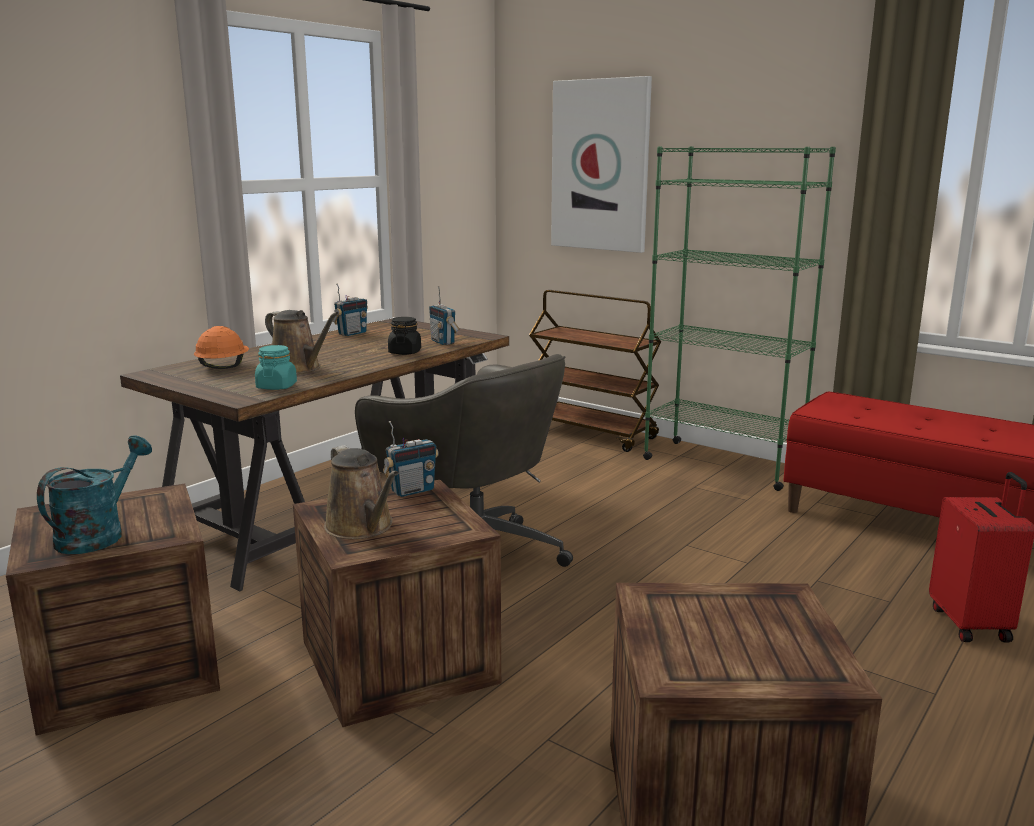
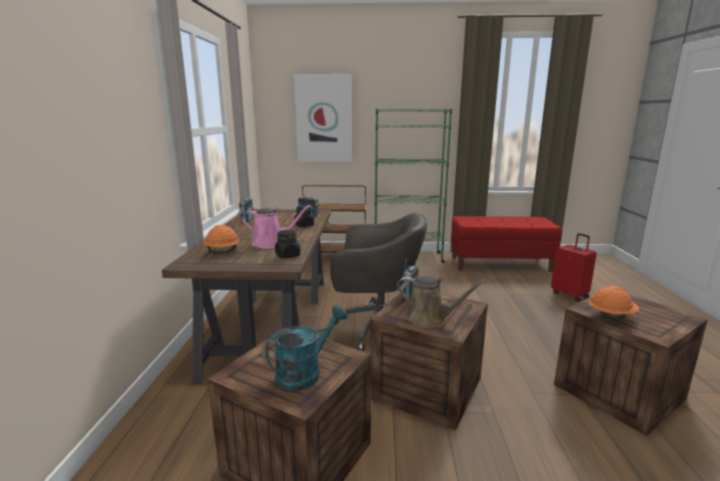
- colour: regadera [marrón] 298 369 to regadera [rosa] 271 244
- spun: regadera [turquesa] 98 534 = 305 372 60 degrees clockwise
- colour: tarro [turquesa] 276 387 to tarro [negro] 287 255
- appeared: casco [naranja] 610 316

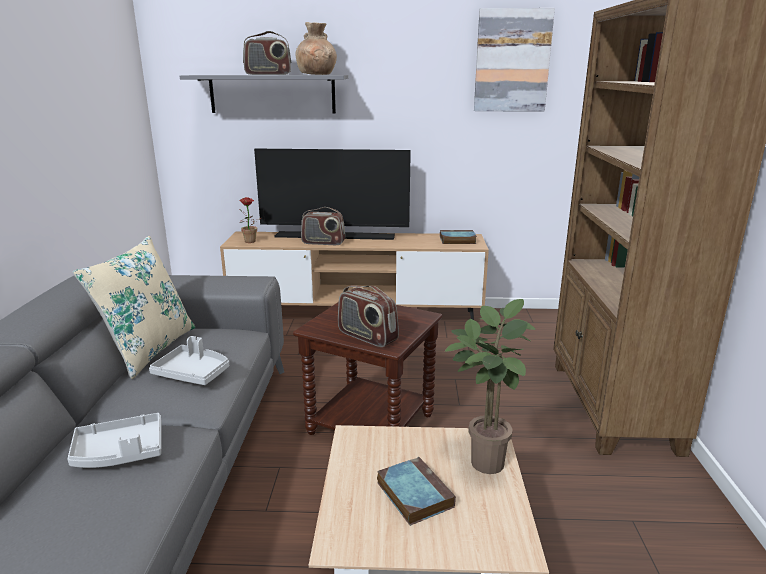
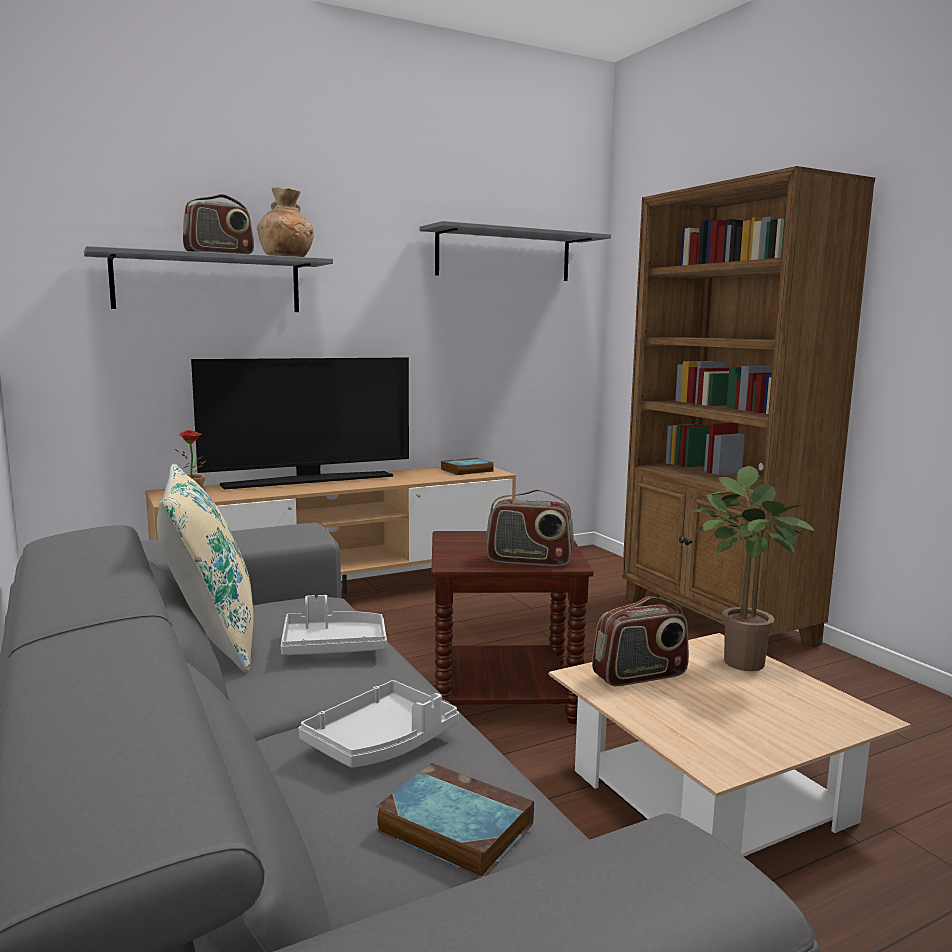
- relocated: libro 413 494 to 451 827
- exchanged: cuadro 512 61 to estante [gris] 504 255
- relocated: radio 323 243 to 640 675

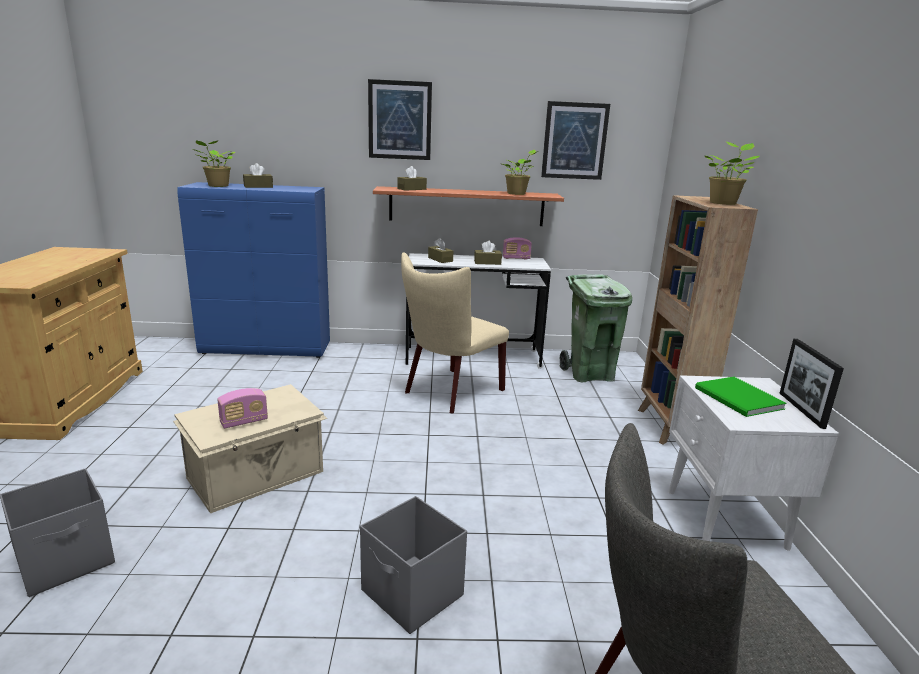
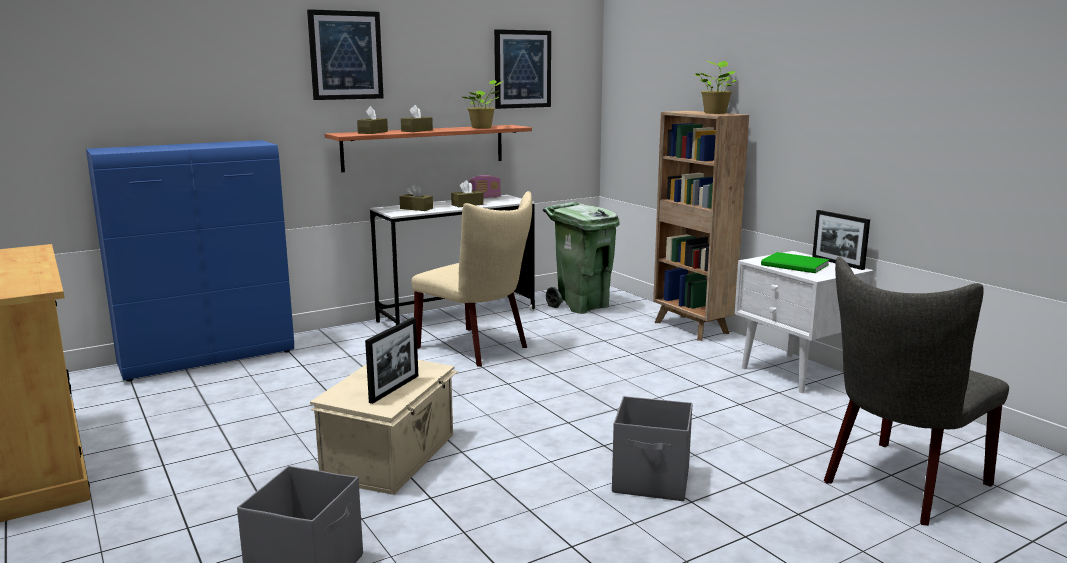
- exchanged: radio 244 422 to portarretratos 394 389
- relocated: caja de pañuelos [marrón] 258 187 to 417 130
- spun: silla [beis] 449 392 = 478 348 60 degrees counterclockwise
- missing: planta en maceta 217 186

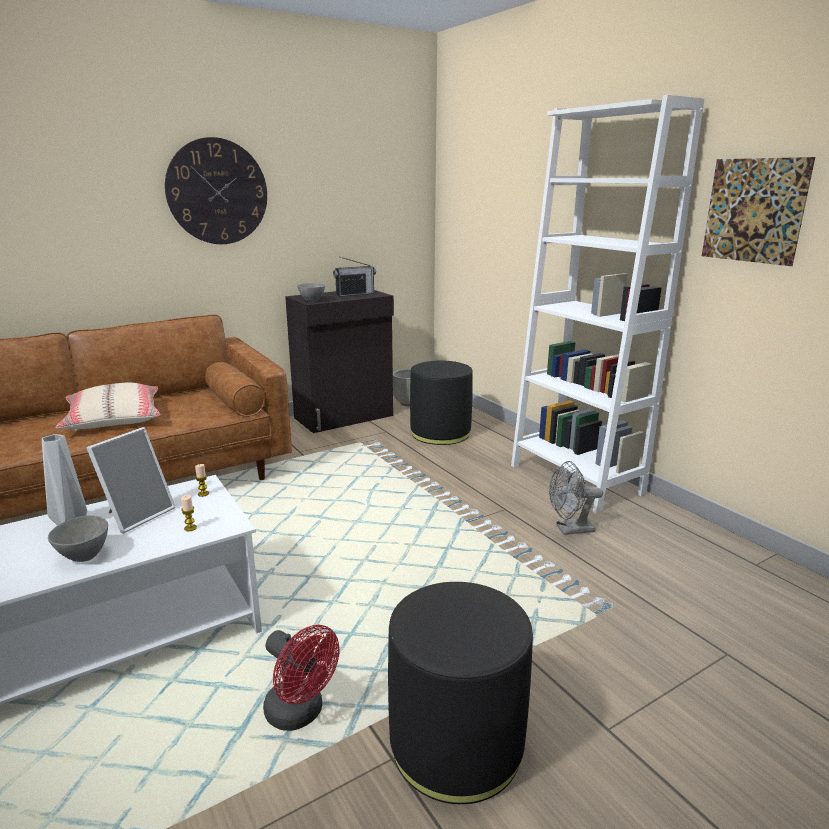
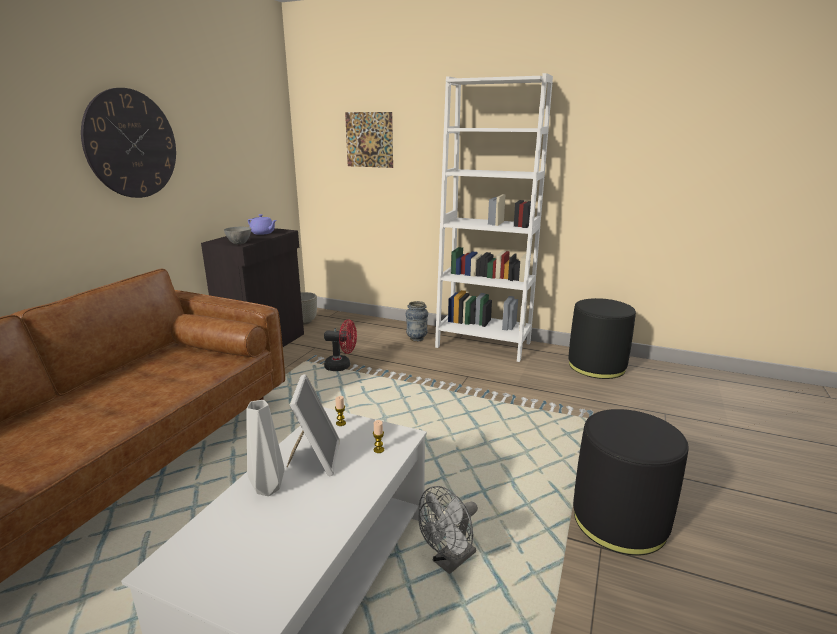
- exchanged: radio 355 294 to tetera [morado] 263 233
- relocated: ventilador [rojo] 300 714 to 342 366
- relocated: cuadro 754 210 to 369 140
- appeared: florero 416 339
- relocated: ventilador [gris] 569 530 to 449 562
- relocated: puf [negro] 440 433 to 596 366
- missing: cuenco [gris] 83 556
- missing: cojín [beis] 113 419

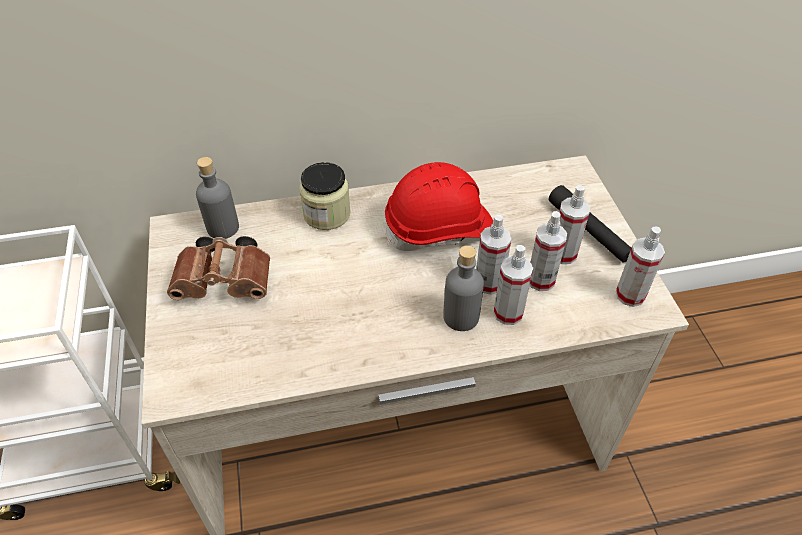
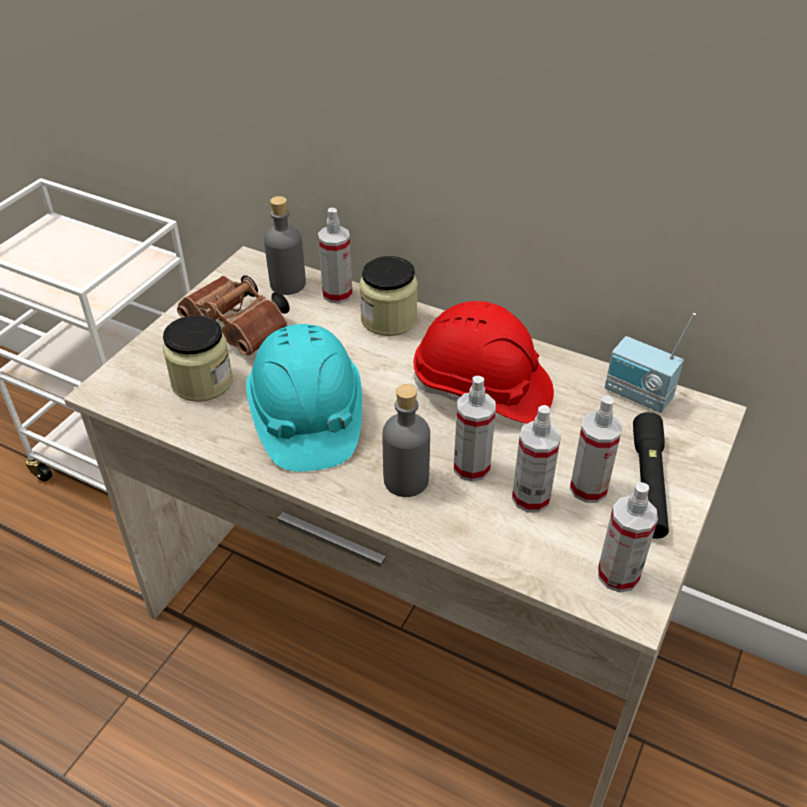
- appeared: tarro 202 382
- appeared: casco [turquesa] 306 419
- relocated: pulverizador 508 313 to 337 294
- appeared: radio 637 396

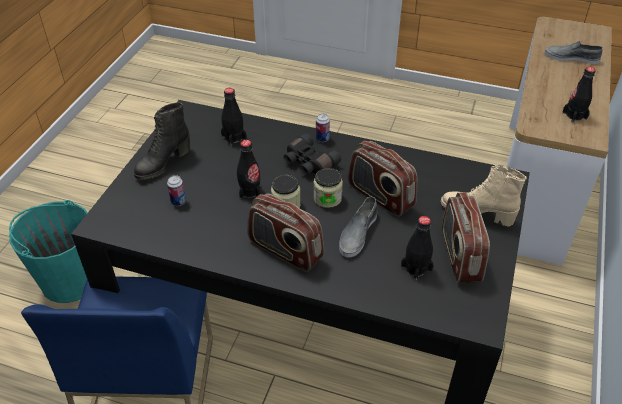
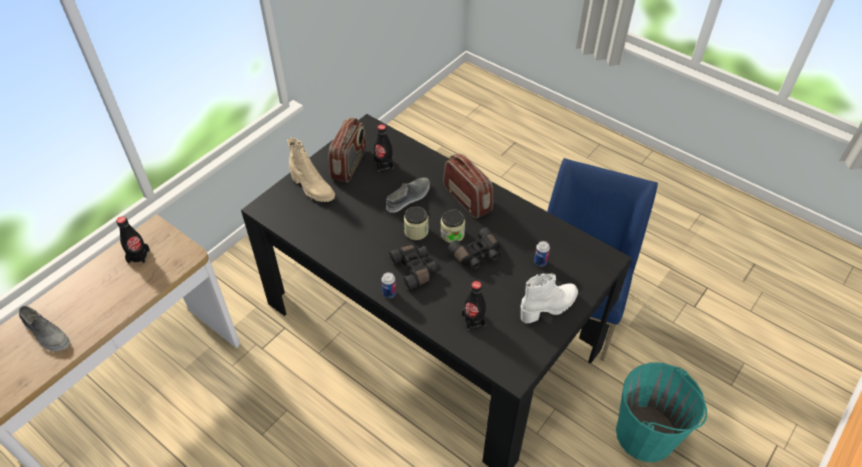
- exchanged: botella [negro] 250 191 to prismáticos [negro] 477 255
- colour: bota [negro] 163 163 to bota [blanco] 549 307
- missing: radio 380 196

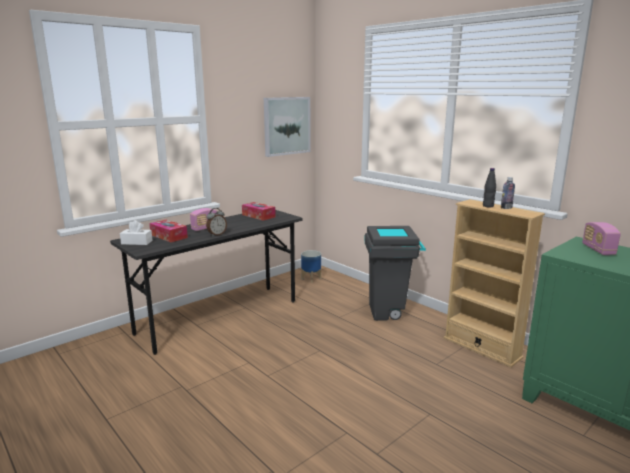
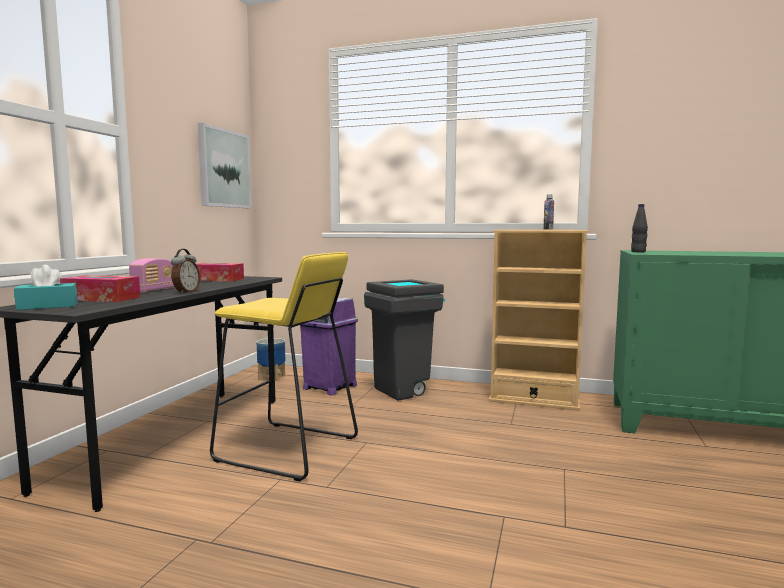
- colour: caja de pañuelos [blanco] 137 242 to caja de pañuelos [turquesa] 48 306
- appeared: taburete [amarillo] 287 450
- appeared: papelera [morado] 329 387
- relocated: botella [negro] 488 206 to 638 252
- missing: radio 598 250

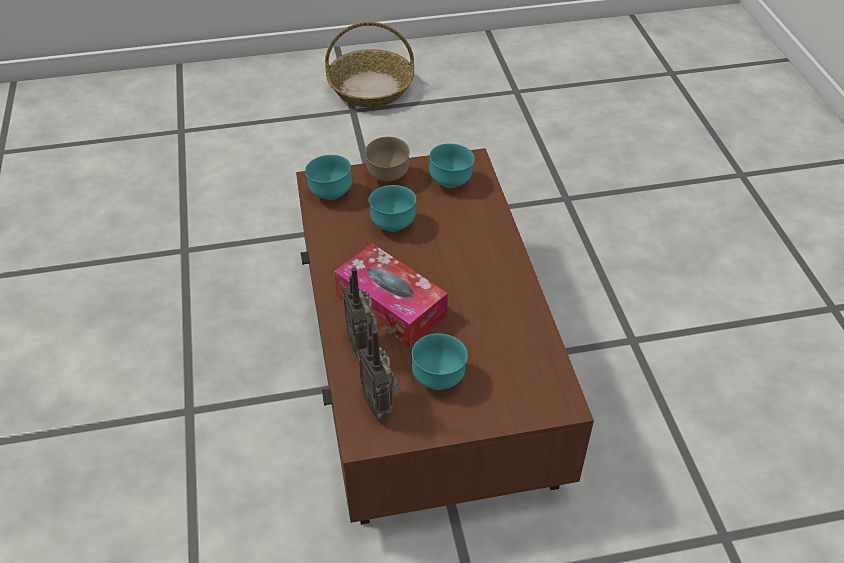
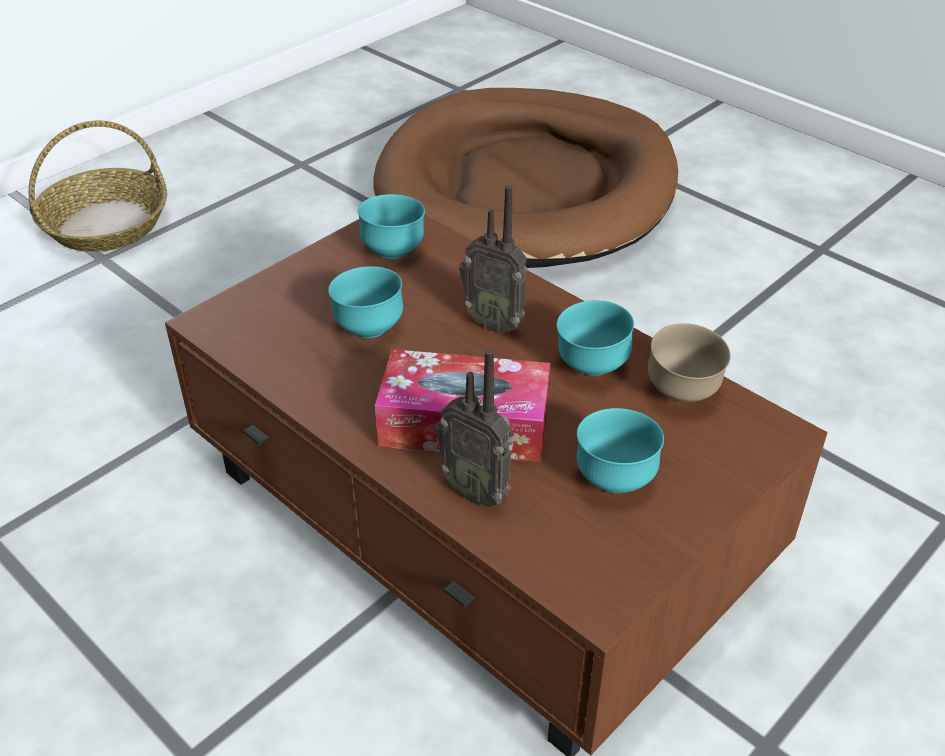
- appeared: cama para perro [marrón] 527 187
- relocated: radio 380 404 to 494 322
- relocated: cuenco [turquesa] 330 194 to 591 367
- relocated: cuenco [marrón] 388 177 to 682 394

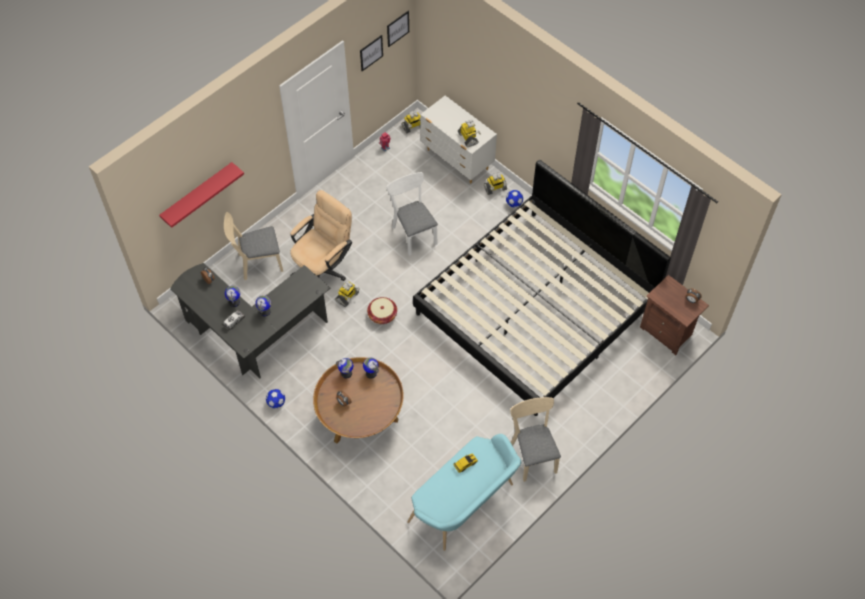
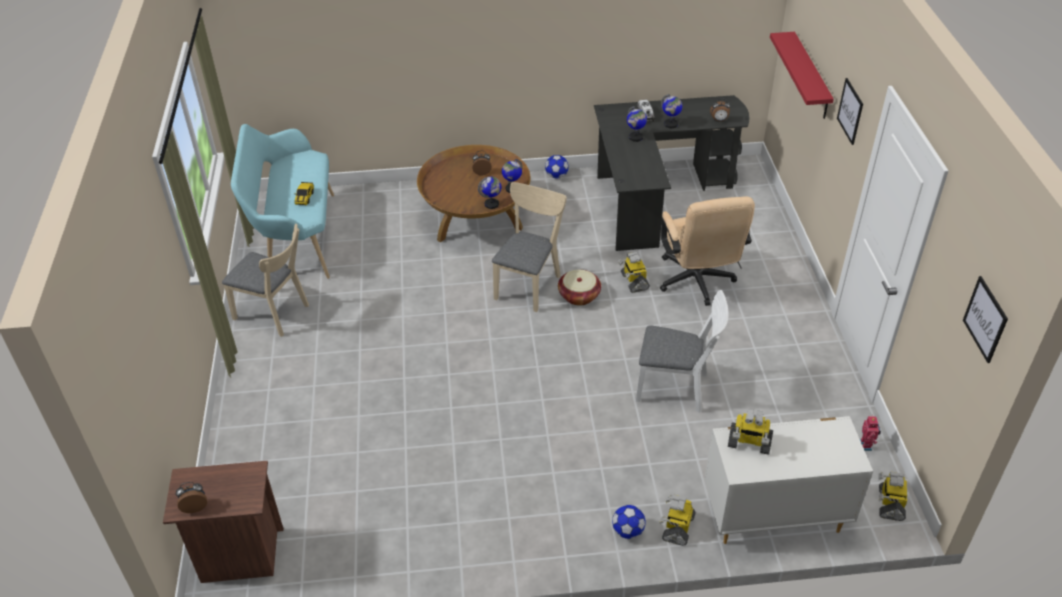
- relocated: silla [beis] 256 263 to 529 283
- relocated: cuadro 371 53 to 850 111
- missing: cama 535 309

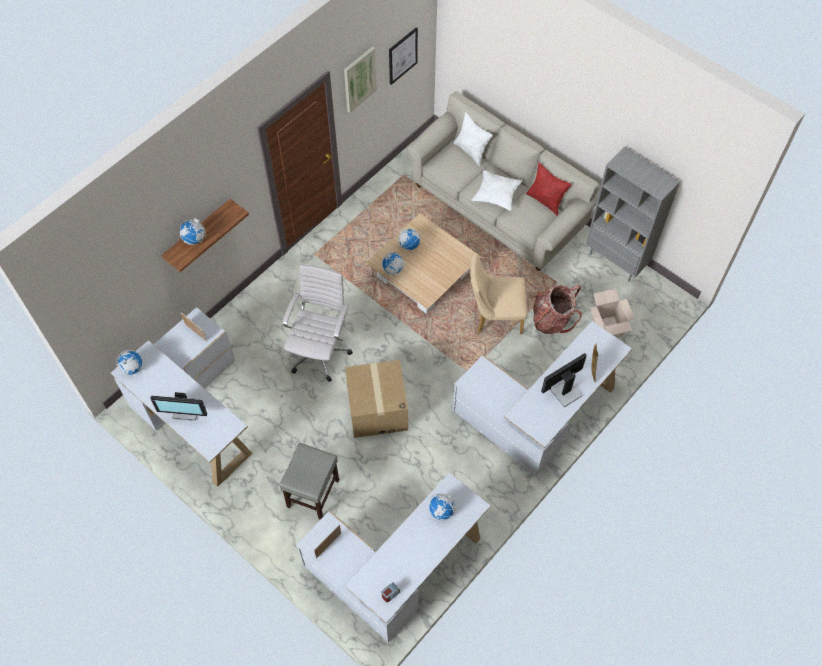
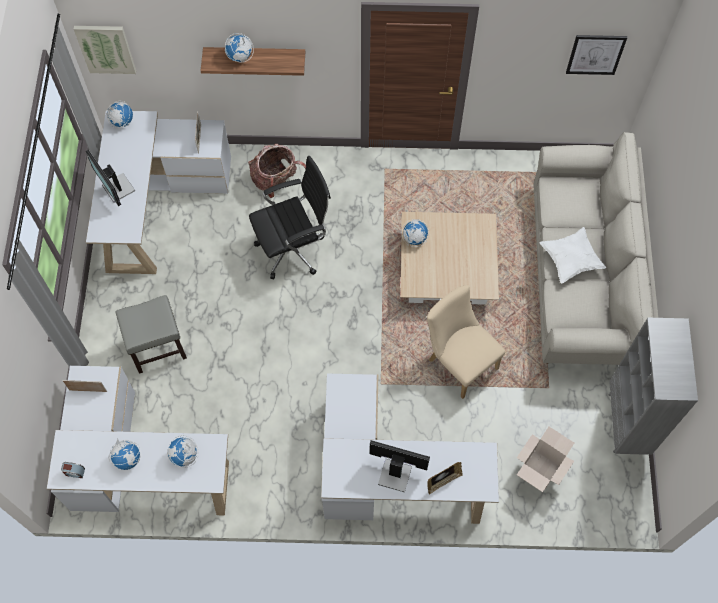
- relocated: cuadro 359 79 to 106 48
- relocated: globo terráqueo 409 245 to 128 458
- relocated: mochila 552 320 to 276 180
- colour: silla de oficina [blanco] 320 351 to silla de oficina [negro] 294 249
- missing: caja de cartón 377 409
- missing: cojín [blanco] 471 151
- missing: cojín [rojo] 545 201

